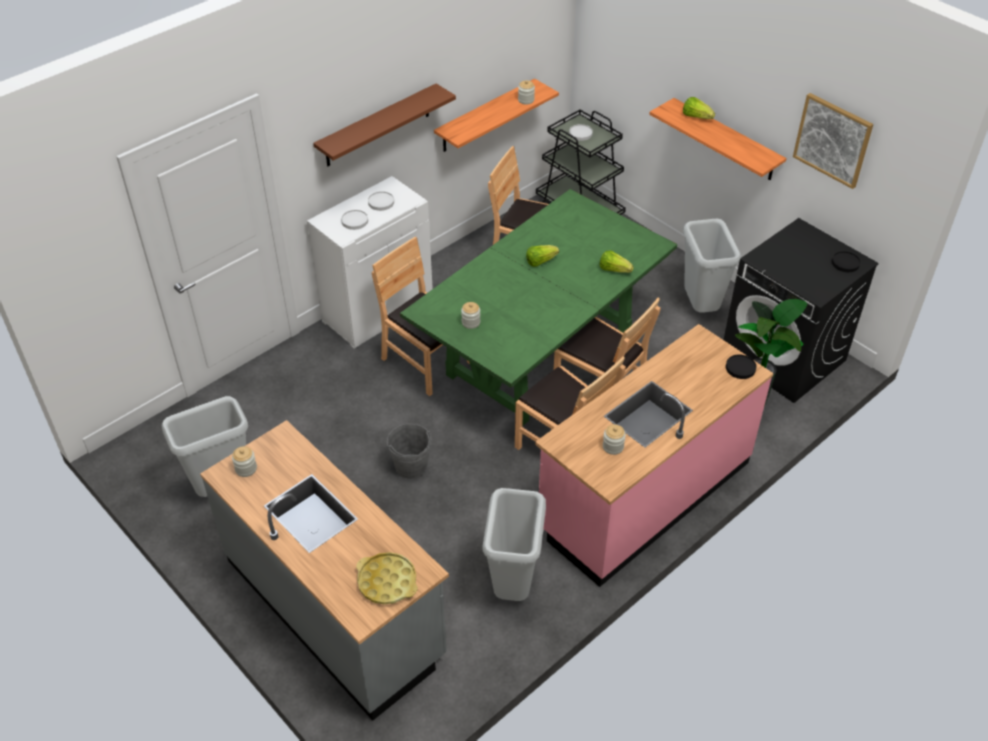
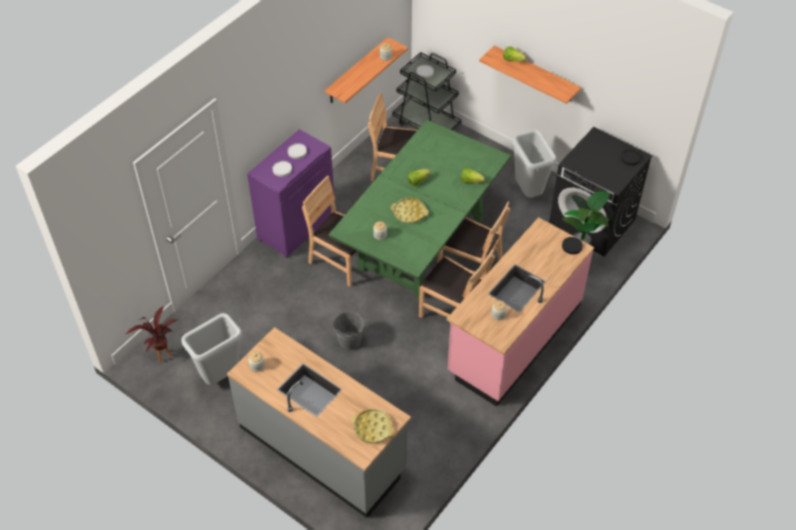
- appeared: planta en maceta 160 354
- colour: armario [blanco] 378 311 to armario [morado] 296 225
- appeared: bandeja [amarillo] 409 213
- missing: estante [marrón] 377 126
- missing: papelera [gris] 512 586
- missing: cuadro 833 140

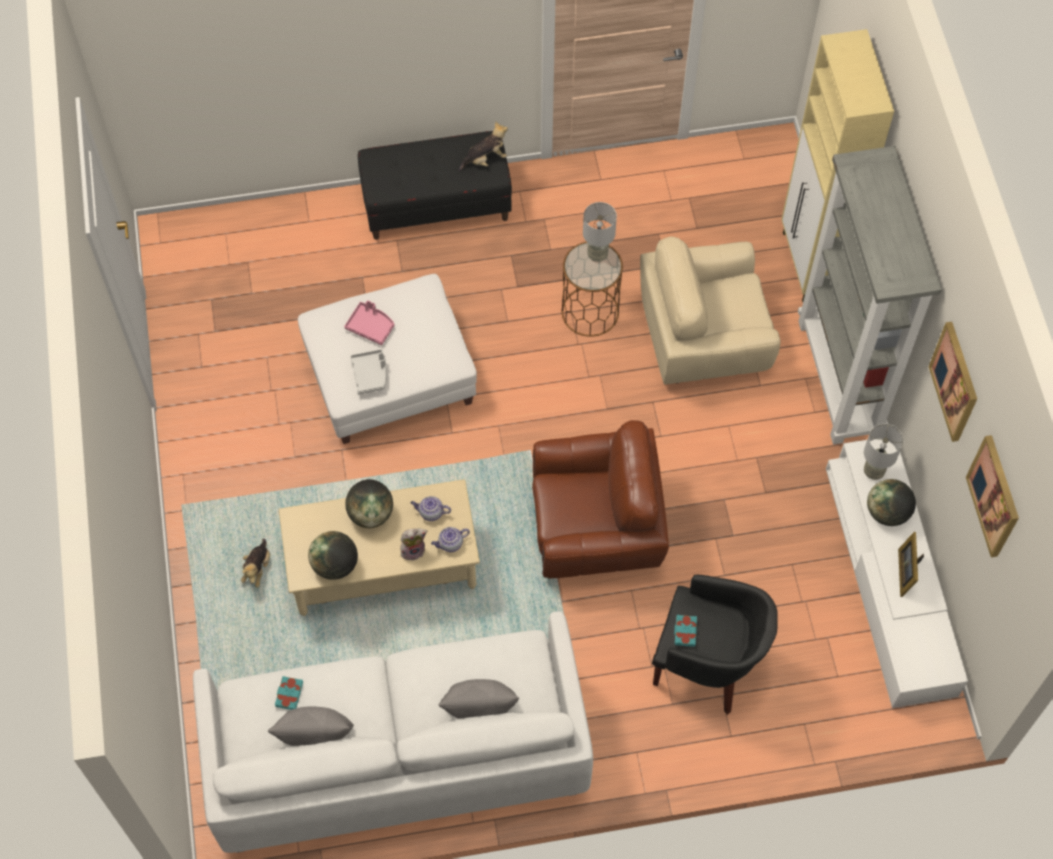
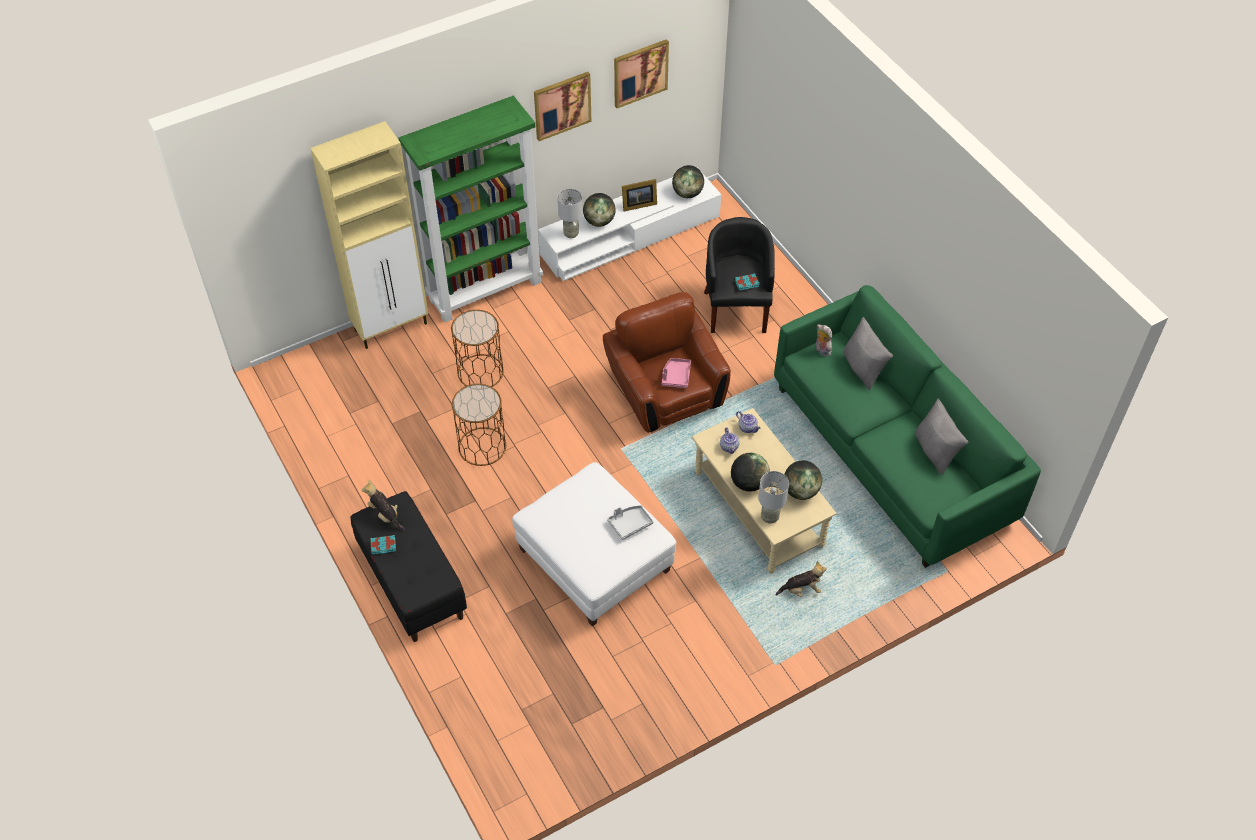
- relocated: libro [turquesa] 288 694 to 383 546
- colour: estantería [gris] 840 379 to estantería [verde] 485 290
- exchanged: sillón [beis] 703 338 to mesa auxiliar [marrón] 480 372
- relocated: bandeja [rosa] 371 326 to 676 376
- appeared: globo terráqueo 687 193
- relocated: lámpara de mesa [gris] 598 255 to 770 517
- colour: sofá [blanco] 397 754 to sofá [verde] 891 453
- relocated: peluche 413 550 to 821 350

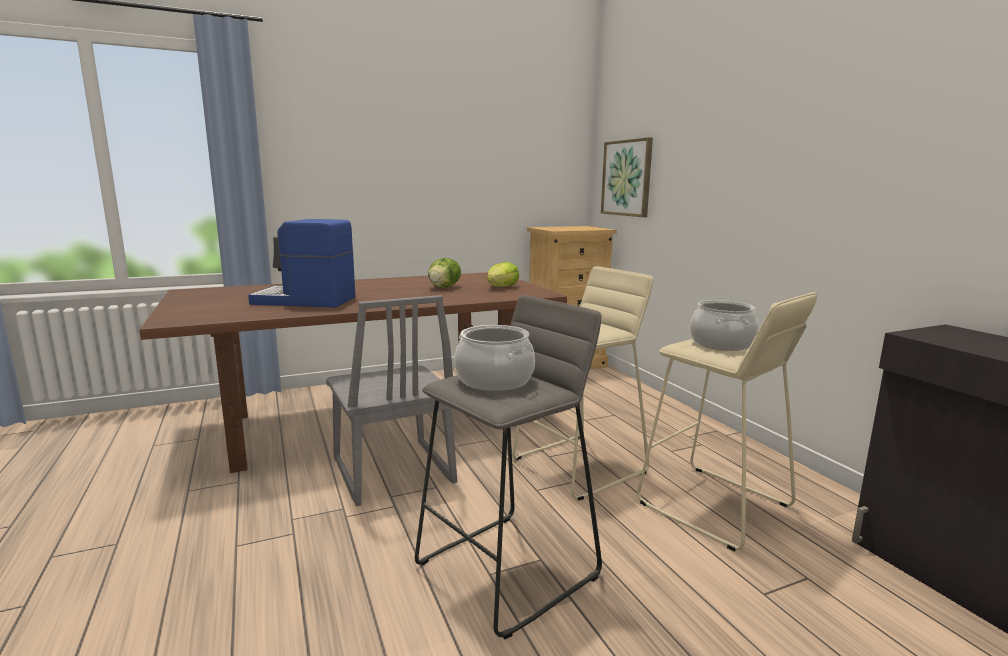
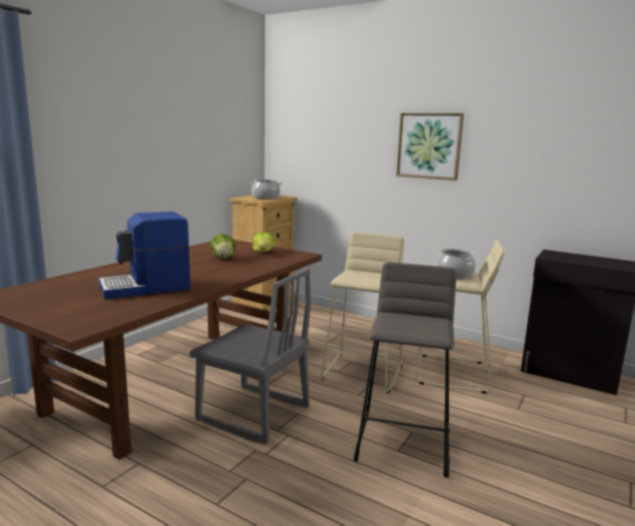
- relocated: olla 495 380 to 266 198
- relocated: cuadro 627 178 to 429 146

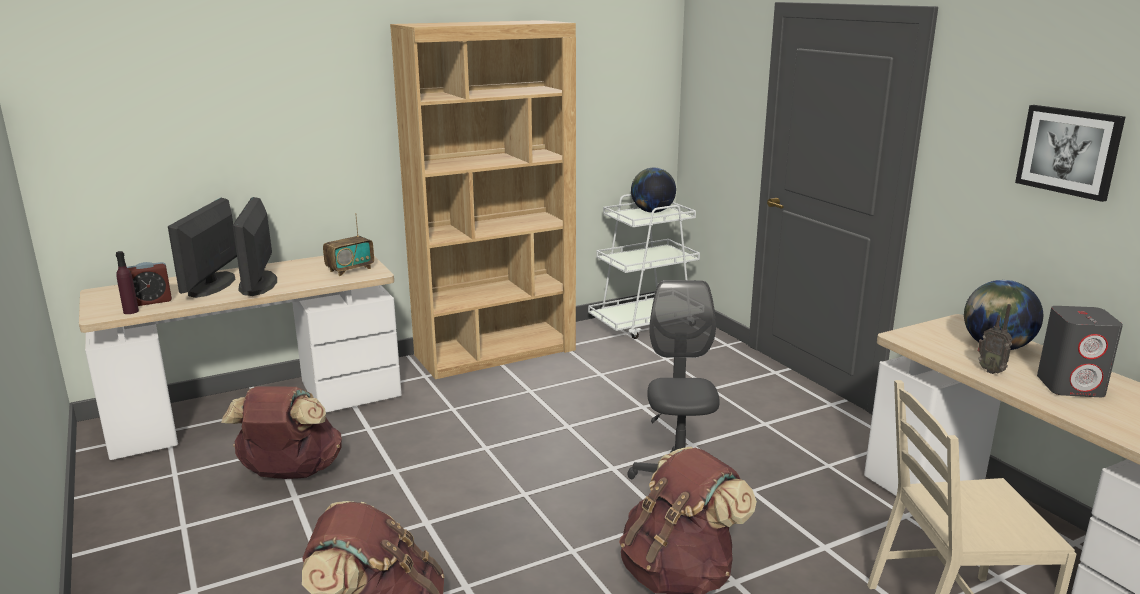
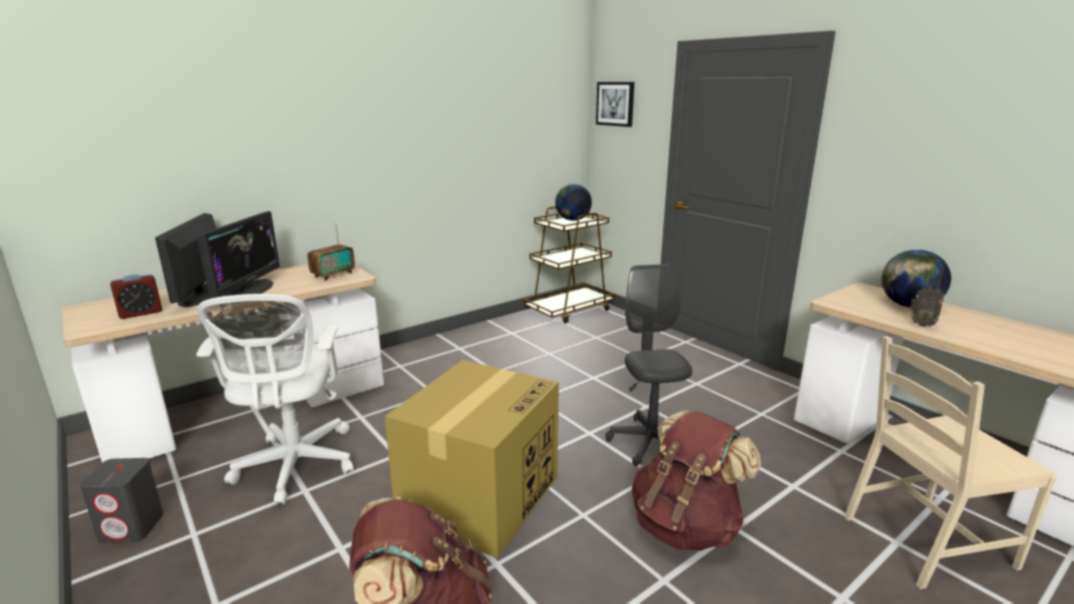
- relocated: altavoz [gris] 1071 386 to 133 527
- exchanged: mochila [marrón] 290 473 to silla de oficina [blanco] 295 467
- spun: monitor 258 283 = 248 291 150 degrees counterclockwise
- appeared: caja de cartón 481 495
- colour: carrito [blanco] 646 323 to carrito [marrón] 570 310
- relocated: cuadro 1069 151 to 615 104
- missing: botella [morado] 131 311
- missing: estantería [marrón] 496 352

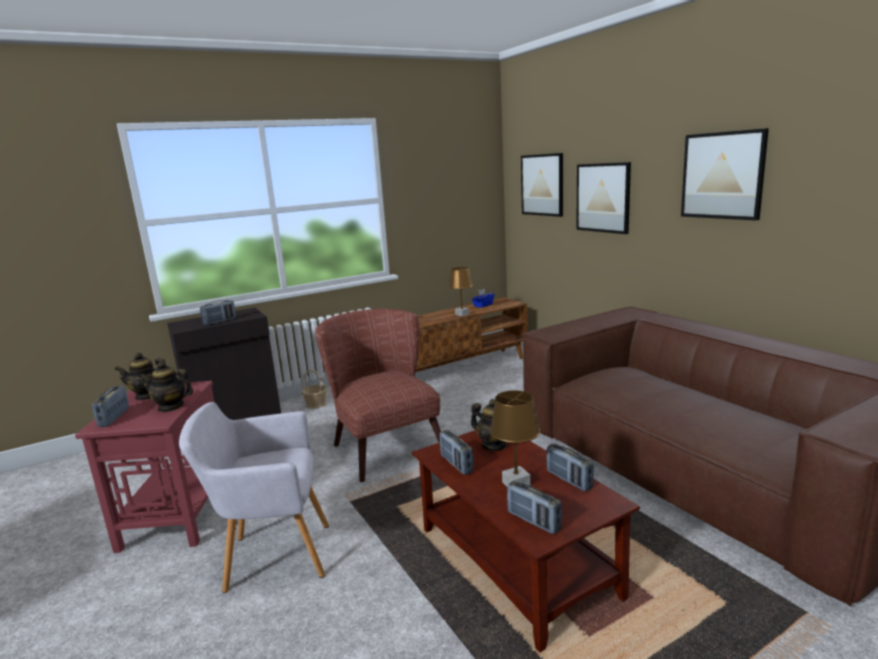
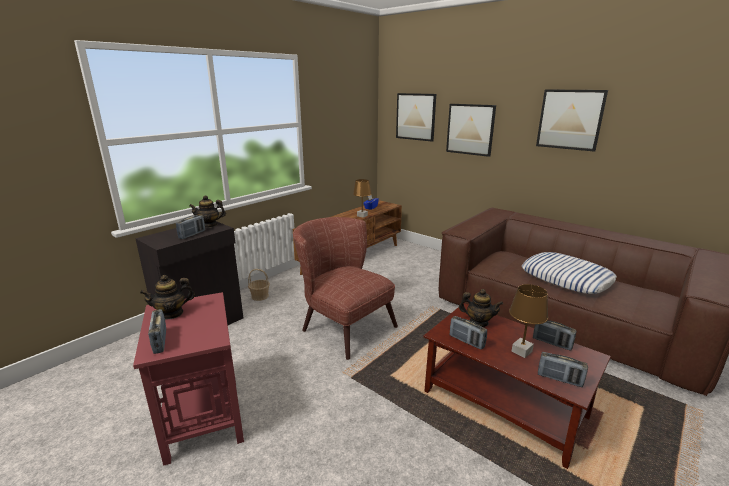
- relocated: tetera 171 407 to 209 225
- appeared: cojín 566 278
- missing: sillón [gris] 272 556

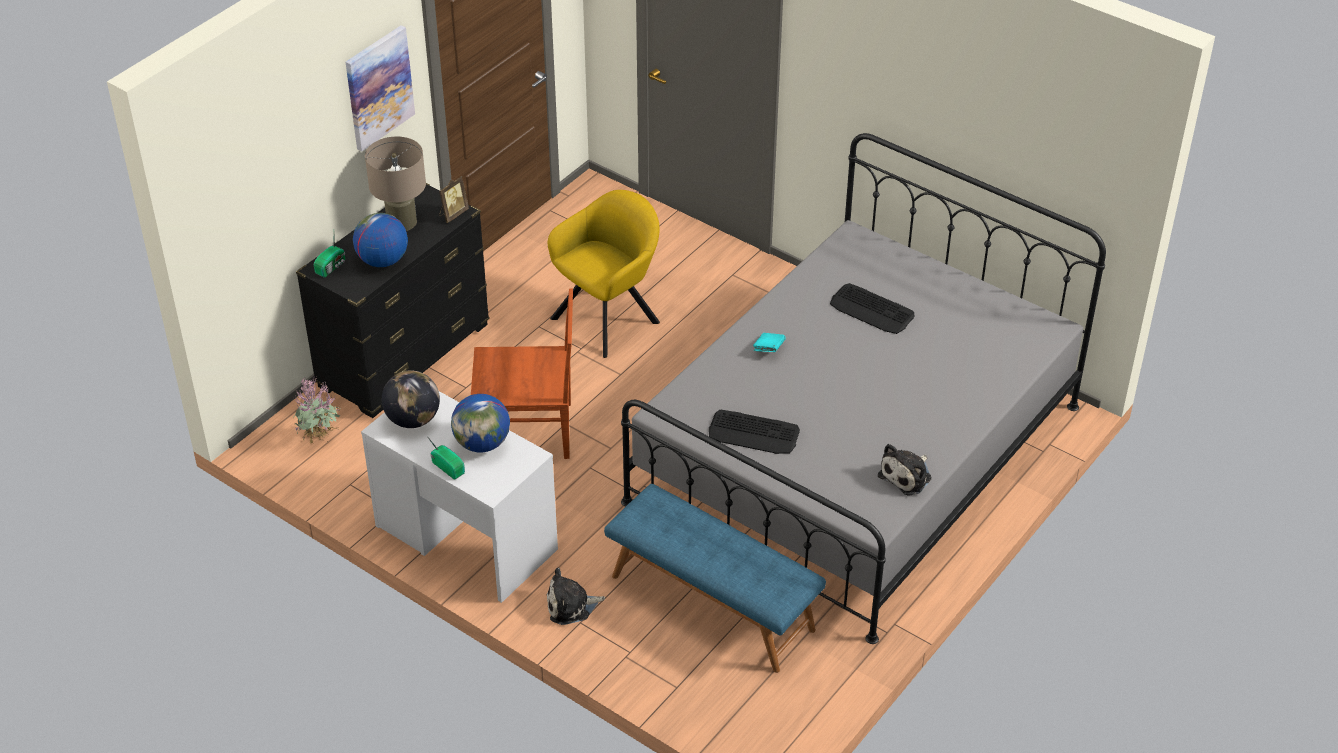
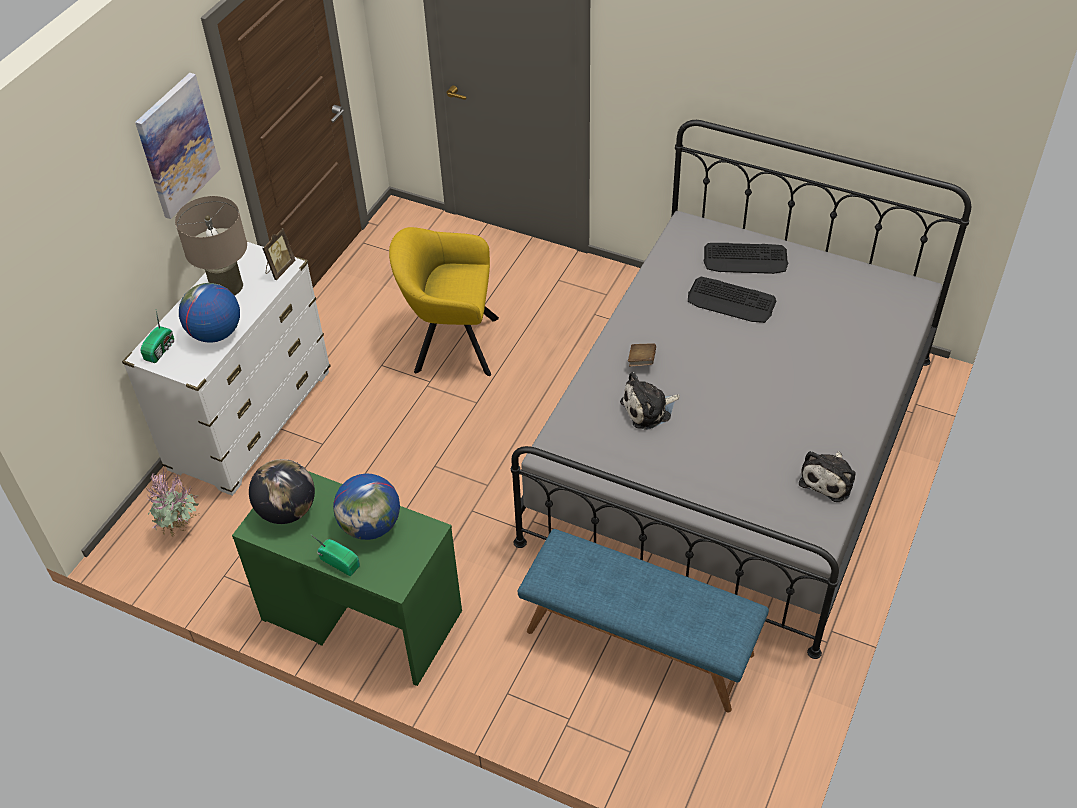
- colour: cómoda [negro] 404 356 to cómoda [blanco] 251 420
- colour: escritorio [blanco] 465 538 to escritorio [verde] 361 616
- spun: sillón [amarillo] 610 317 = 450 344 120 degrees counterclockwise
- relocated: peluche 571 606 to 649 409
- colour: libro [turquesa] 768 349 to libro [marrón] 641 361
- relocated: teclado 754 433 to 745 259
- missing: silla [marrón] 528 431

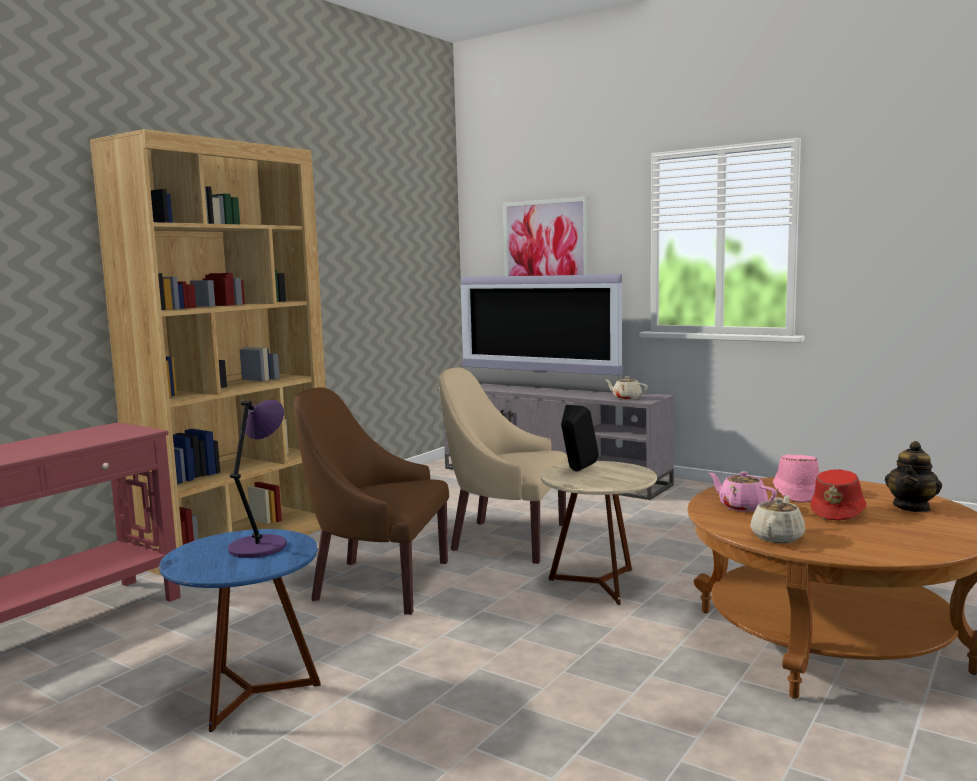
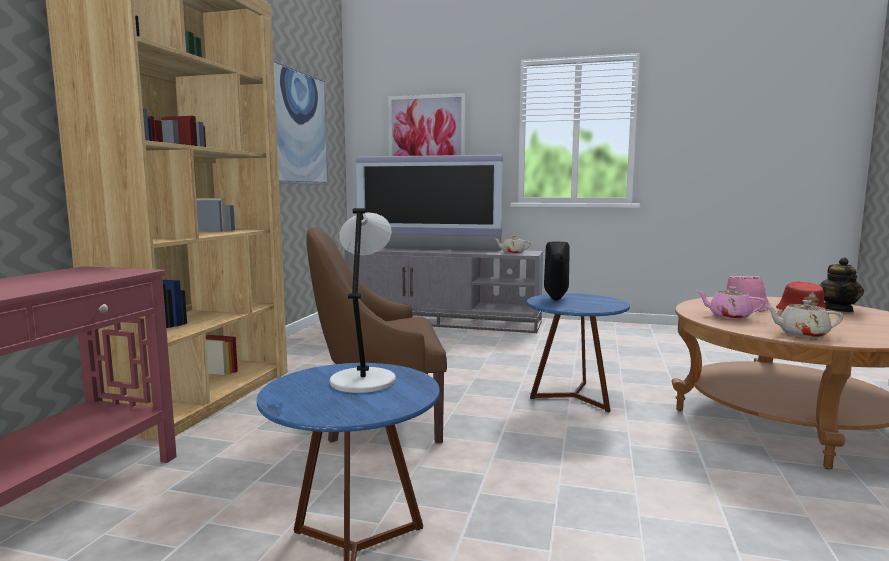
- appeared: cuadro 297 128
- colour: lámpara de mesa [morado] 260 546 to lámpara de mesa [gris] 363 380
- colour: mesa auxiliar [beis] 598 584 to mesa auxiliar [azul] 573 397
- spun: tetera [beis] 777 537 = 801 334 90 degrees counterclockwise
- missing: sillón [beis] 506 539

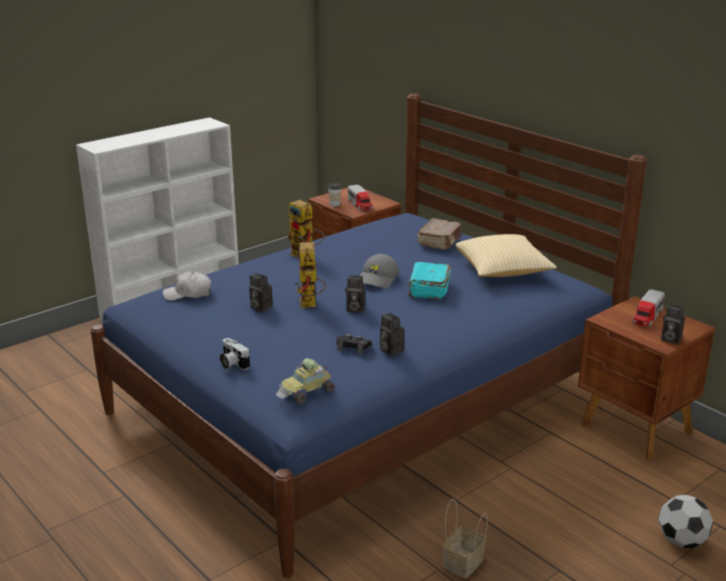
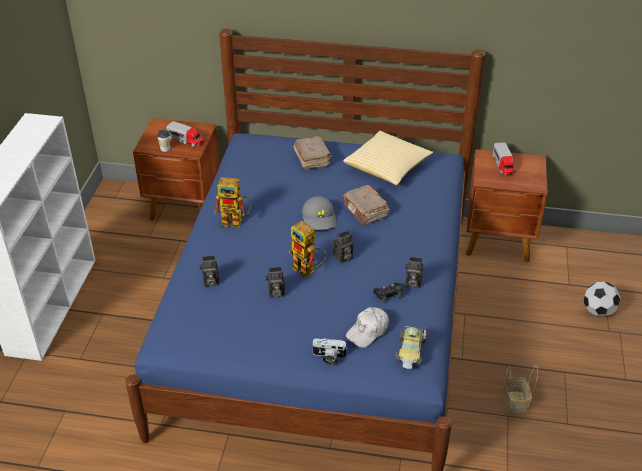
- relocated: cámara 669 339 to 210 281
- colour: libro [turquesa] 428 289 to libro [marrón] 365 211
- relocated: gorra [blanco] 188 294 to 368 331

